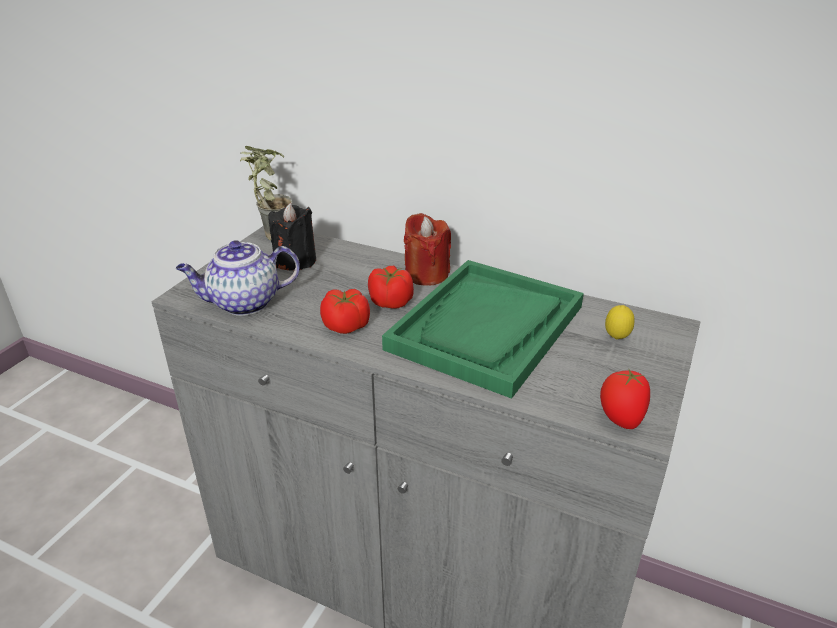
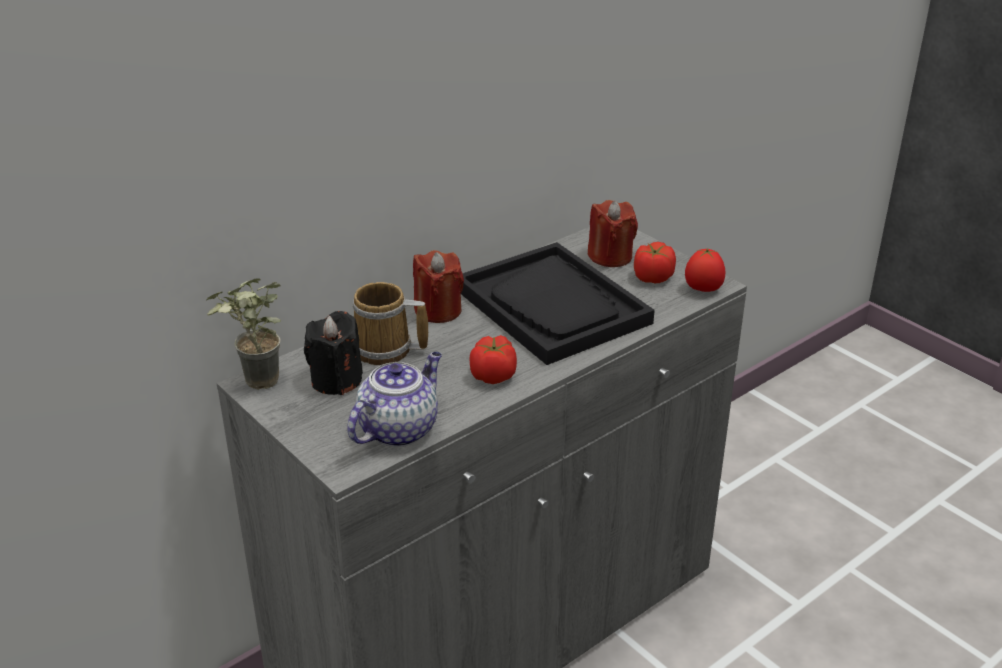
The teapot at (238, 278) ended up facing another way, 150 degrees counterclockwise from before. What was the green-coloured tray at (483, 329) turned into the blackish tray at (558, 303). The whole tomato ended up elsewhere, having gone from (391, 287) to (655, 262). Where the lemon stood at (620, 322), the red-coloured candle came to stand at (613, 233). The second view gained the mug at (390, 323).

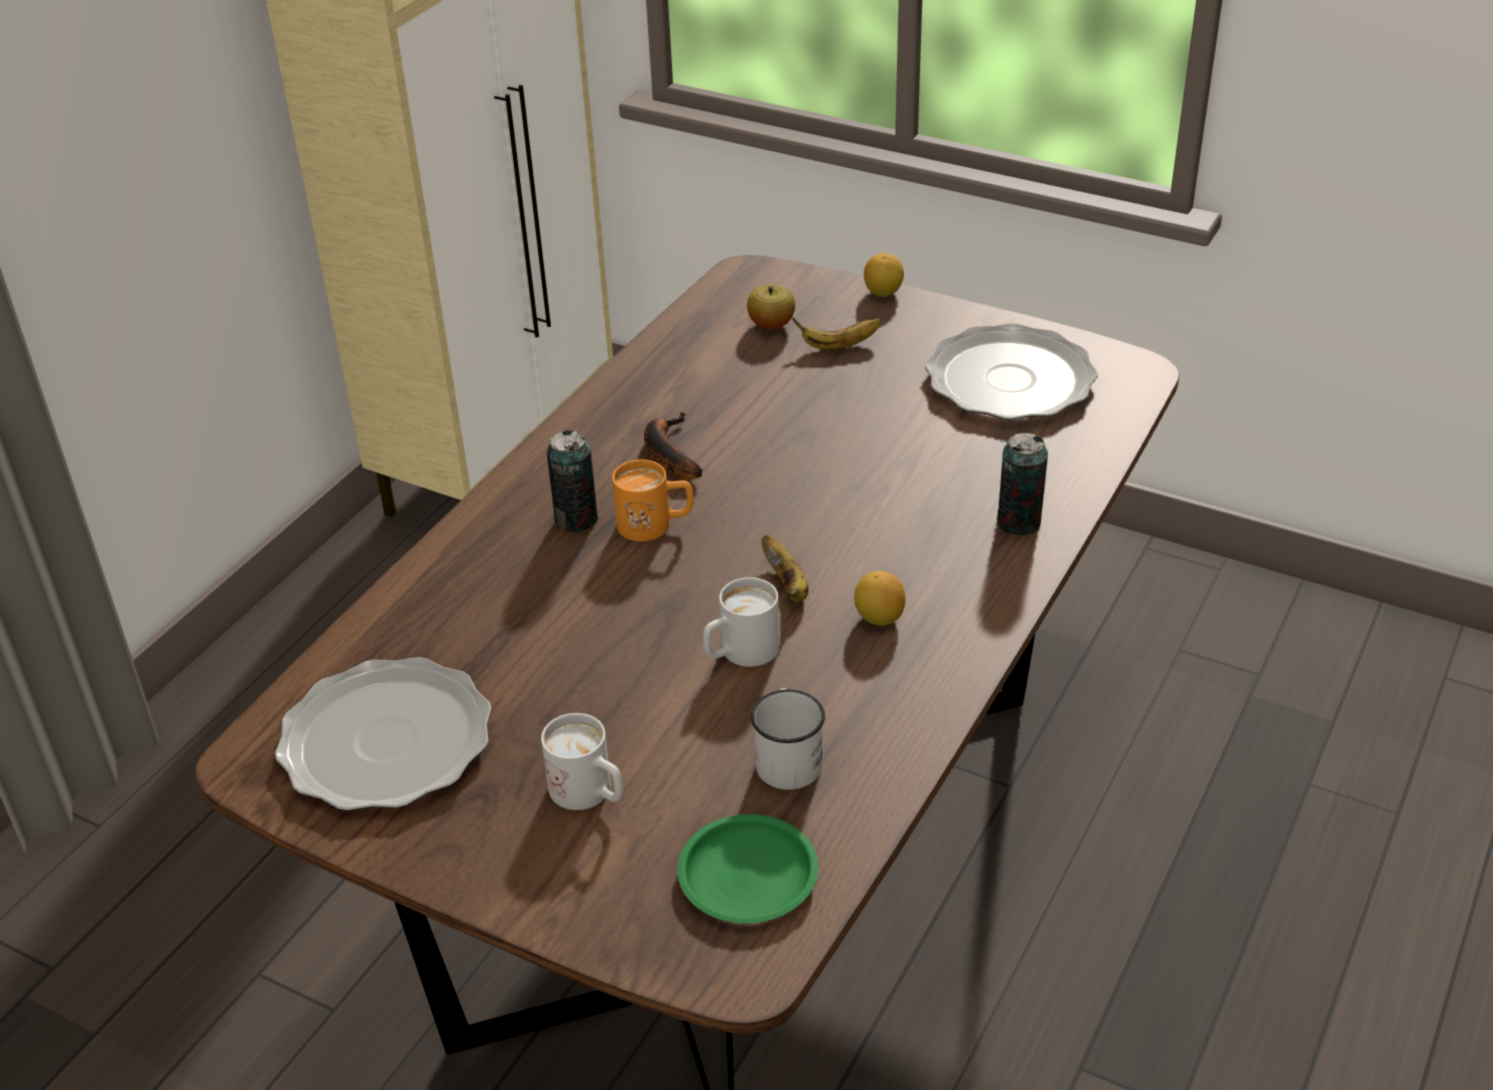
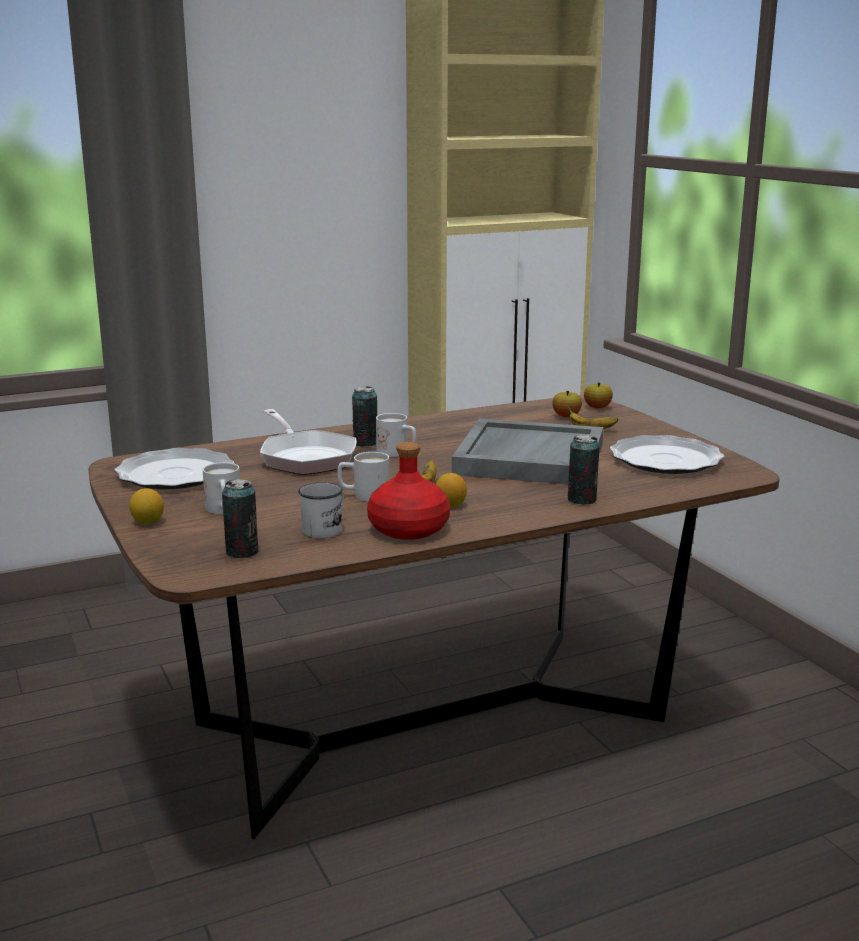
The lemon ended up elsewhere, having gone from (884, 275) to (146, 506). The second view lost the whole banana at (673, 446). What was the orange-coloured mug at (653, 500) turned into the white mug at (396, 435). Where the green-coloured flat dish stood at (748, 868), the can came to stand at (240, 518). The second view gained the apple fruit at (598, 396). The second view gained the skillet at (308, 442). The second view gained the greyish tray at (527, 452). The second view gained the red-coloured beverage bottle at (408, 491).

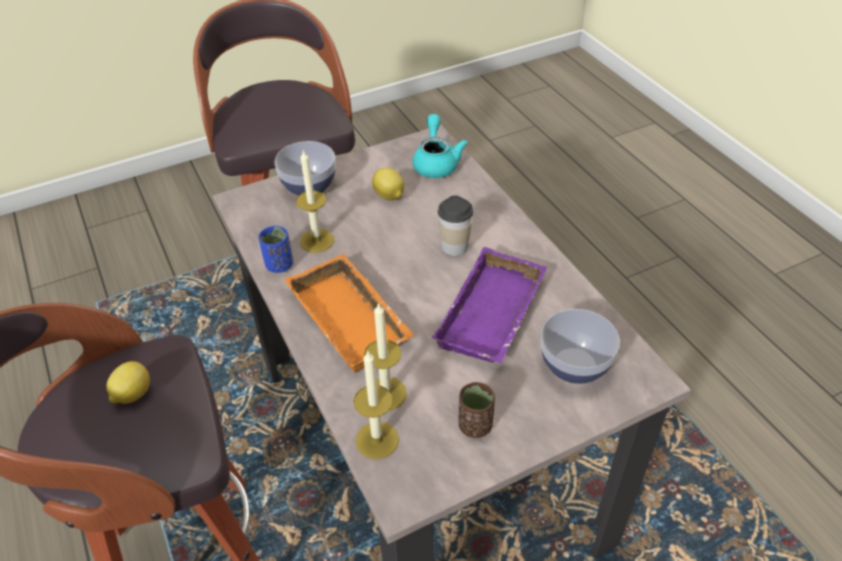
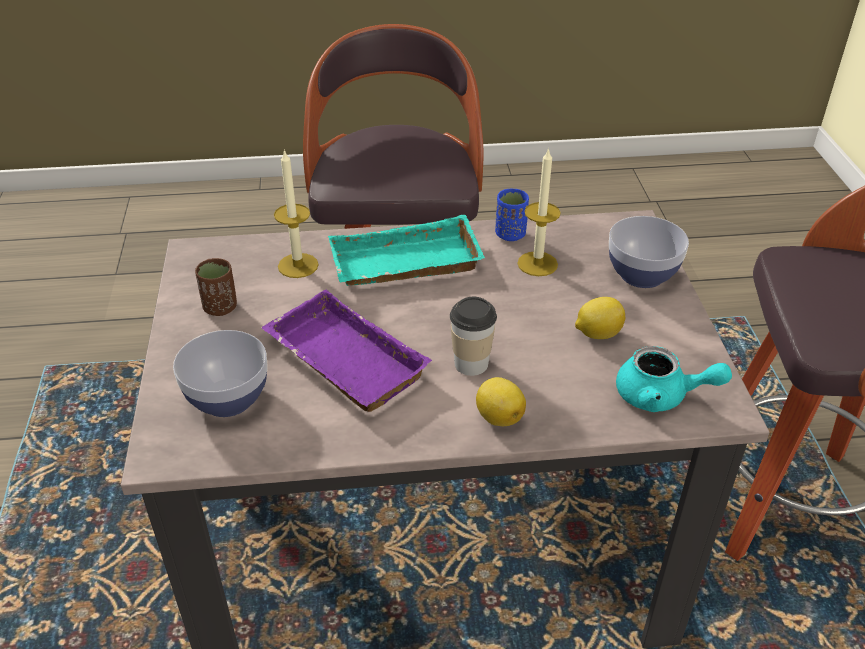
What was the orange-coloured tray at (349, 313) turned into the turquoise tray at (406, 250). The second view lost the candle at (376, 405). The lemon ended up elsewhere, having gone from (128, 382) to (501, 401).

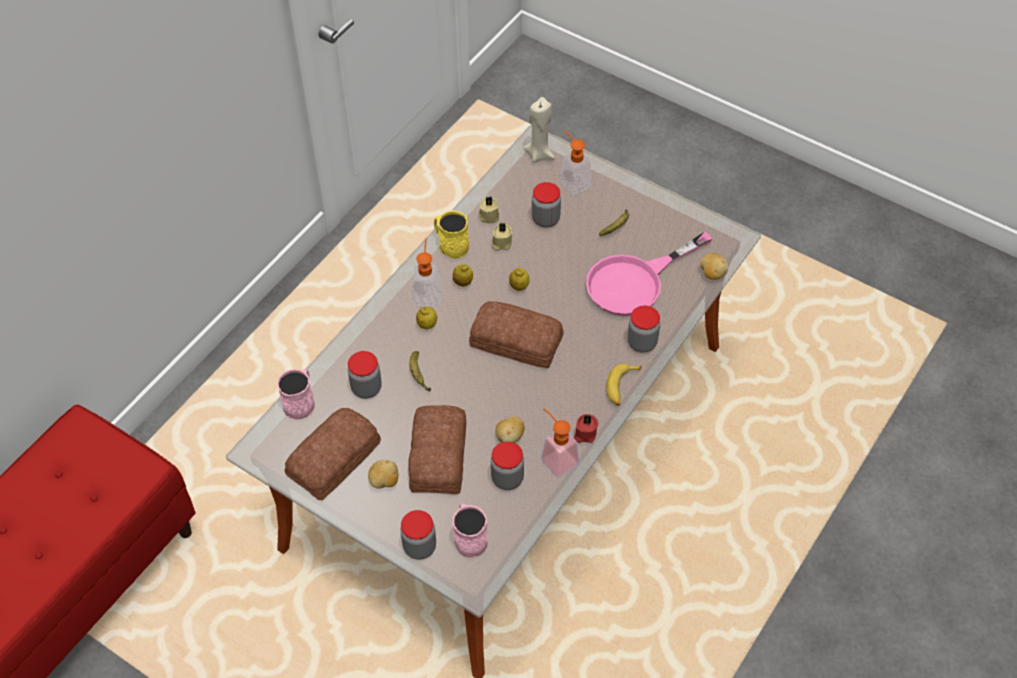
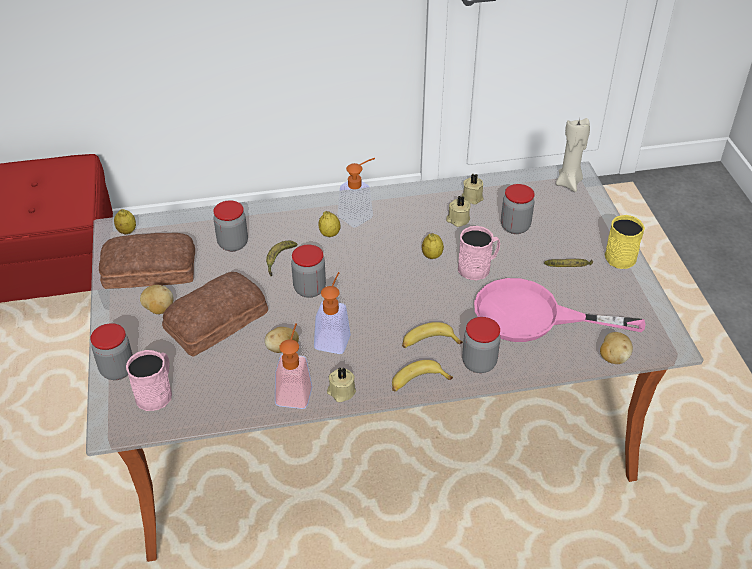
The soap dispenser ended up elsewhere, having gone from (576, 162) to (332, 313). The yellow-coloured mug ended up elsewhere, having gone from (451, 235) to (625, 242). The lemon ended up elsewhere, having gone from (463, 275) to (125, 221). The second view lost the baked bread at (516, 334). The pink-coloured mug ended up elsewhere, having gone from (295, 394) to (479, 253). What was the red-coloured candle at (586, 428) turned into the sand-coloured candle at (341, 384). The preserve jar ended up elsewhere, having gone from (507, 466) to (308, 271). The second view gained the whole banana at (432, 335).

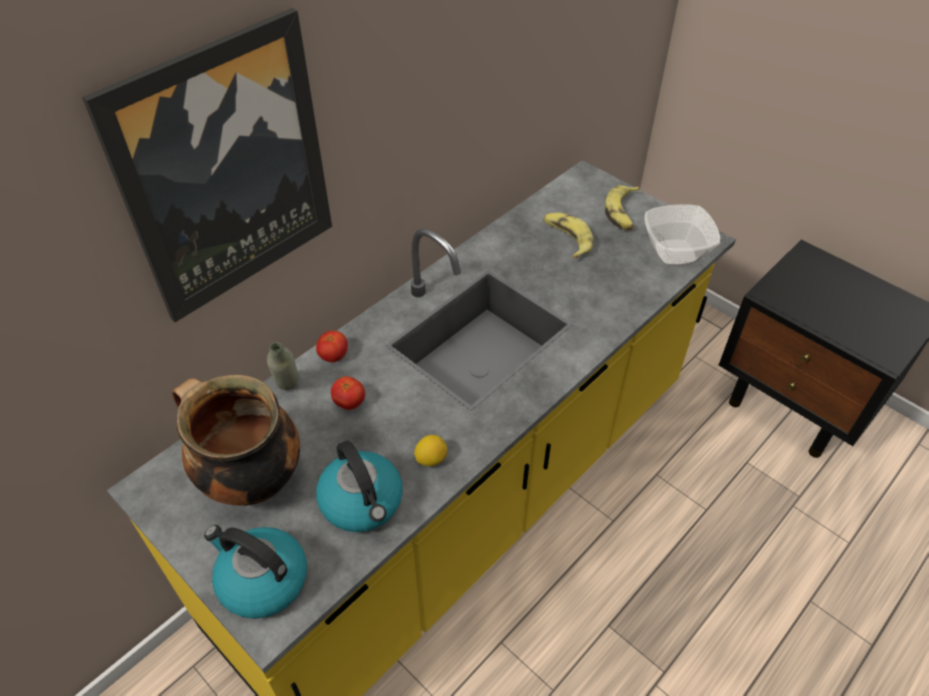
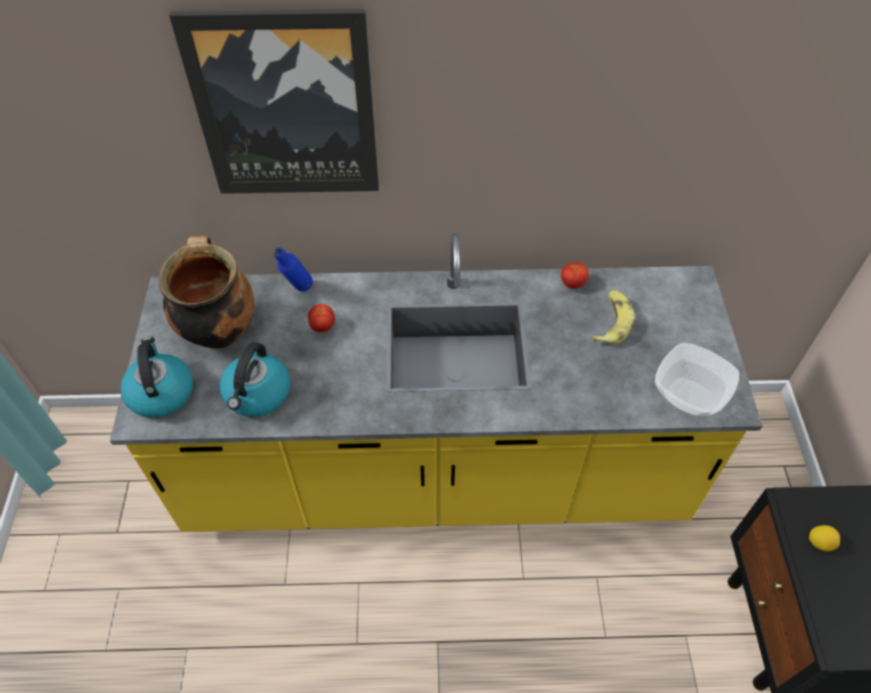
The second view lost the whole banana at (622, 207). The whole tomato ended up elsewhere, having gone from (332, 346) to (575, 275). What was the greyish beverage bottle at (283, 366) turned into the blue beverage bottle at (293, 269). The lemon ended up elsewhere, having gone from (430, 450) to (824, 538).

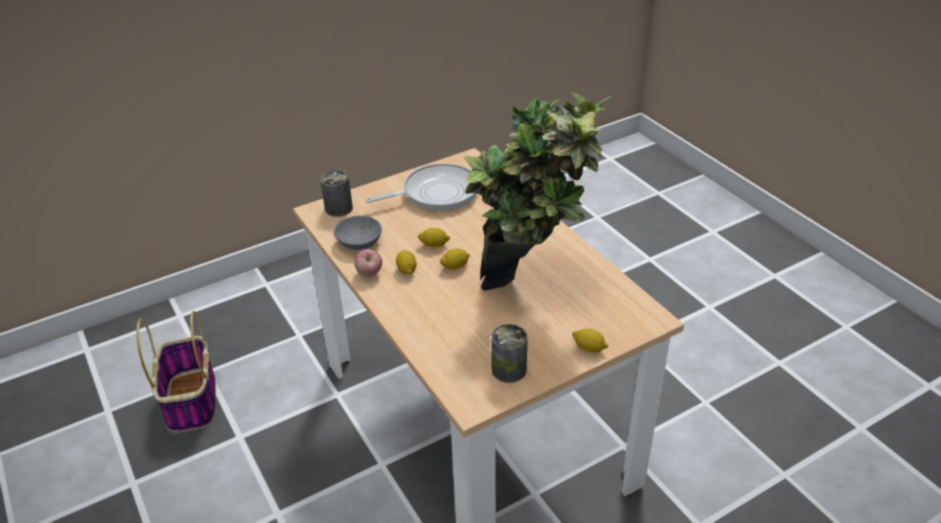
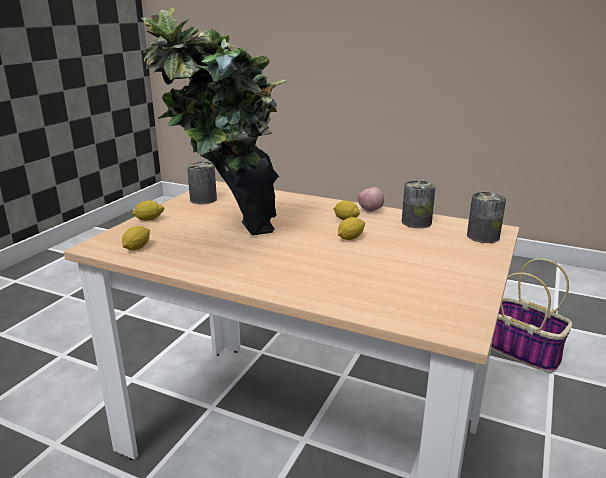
The second view lost the skillet at (420, 187). Where the greyish deep dish stood at (358, 232), the can came to stand at (419, 204). The lemon ended up elsewhere, having gone from (455, 258) to (136, 238).

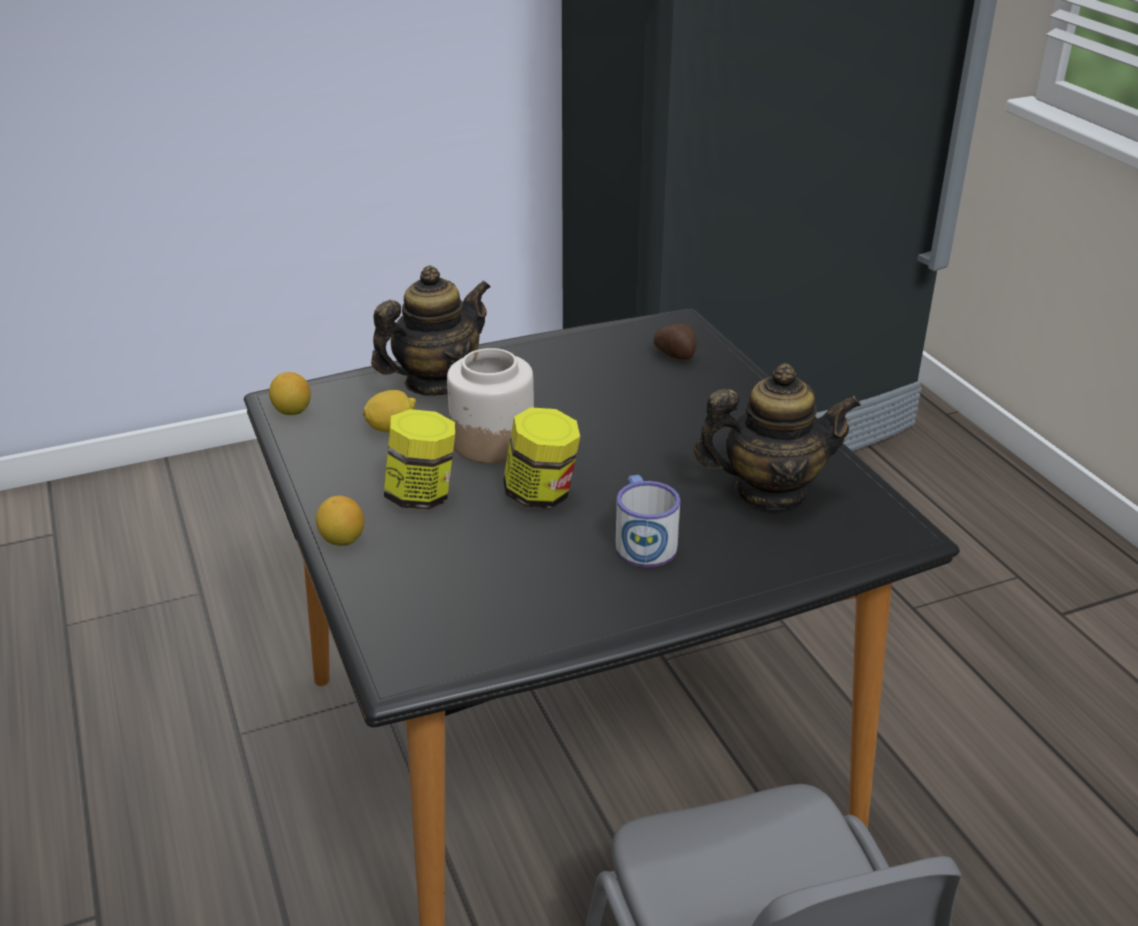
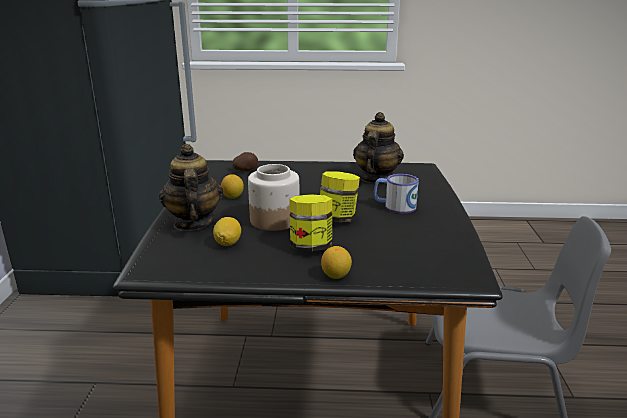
The lemon ended up elsewhere, having gone from (290, 393) to (232, 186).

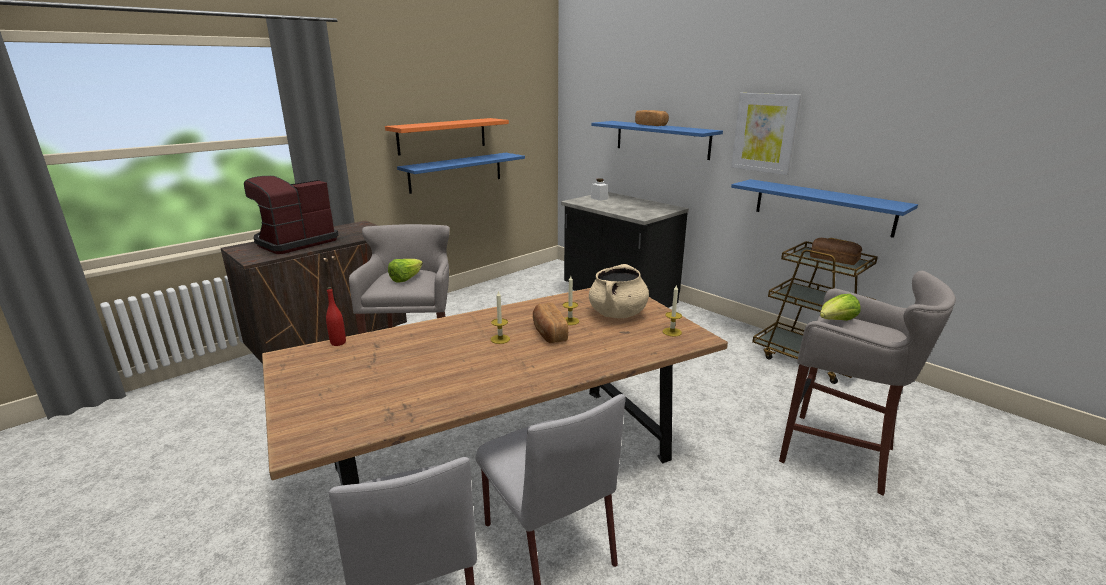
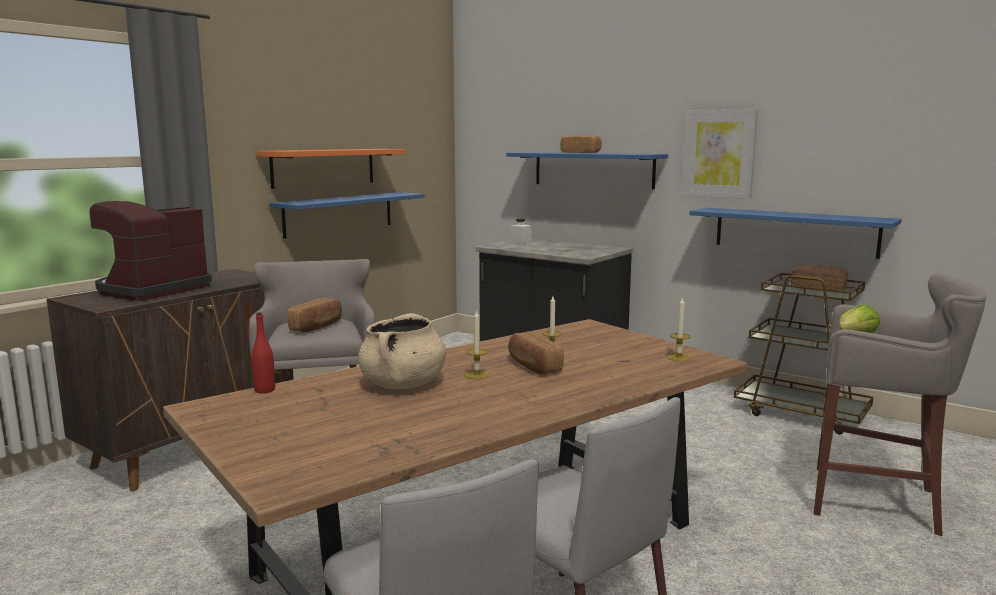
Where the head of lettuce stood at (405, 271), the baked bread came to stand at (314, 315). The sand-coloured cooking pot ended up elsewhere, having gone from (619, 291) to (402, 351).

